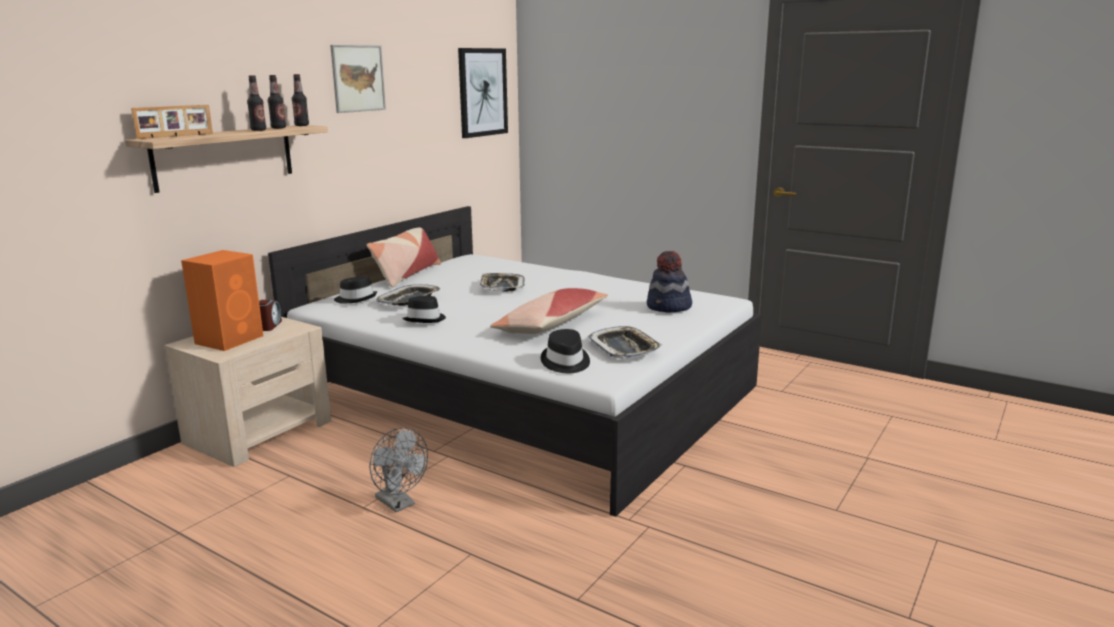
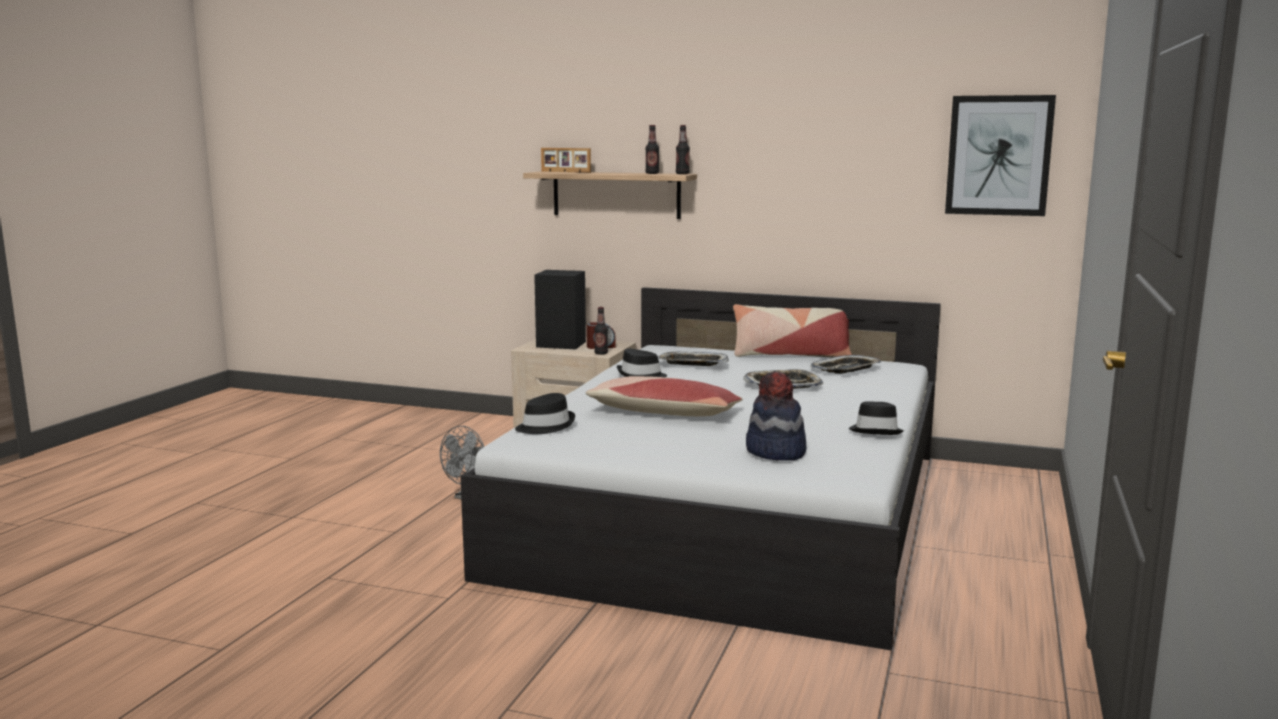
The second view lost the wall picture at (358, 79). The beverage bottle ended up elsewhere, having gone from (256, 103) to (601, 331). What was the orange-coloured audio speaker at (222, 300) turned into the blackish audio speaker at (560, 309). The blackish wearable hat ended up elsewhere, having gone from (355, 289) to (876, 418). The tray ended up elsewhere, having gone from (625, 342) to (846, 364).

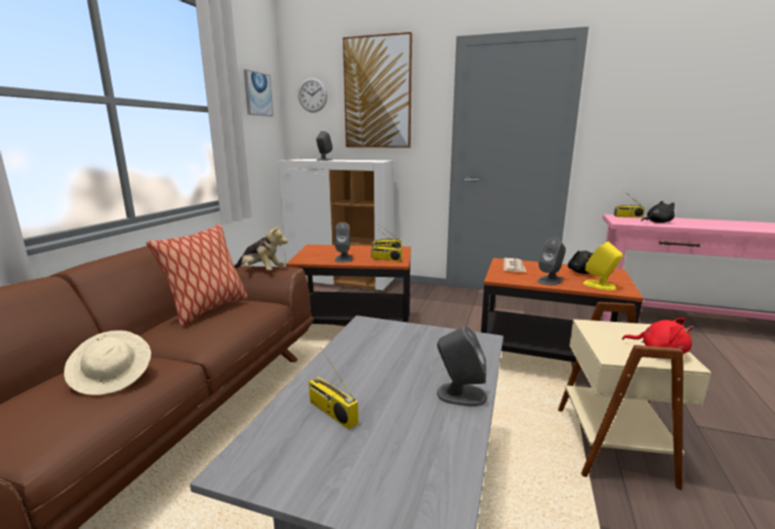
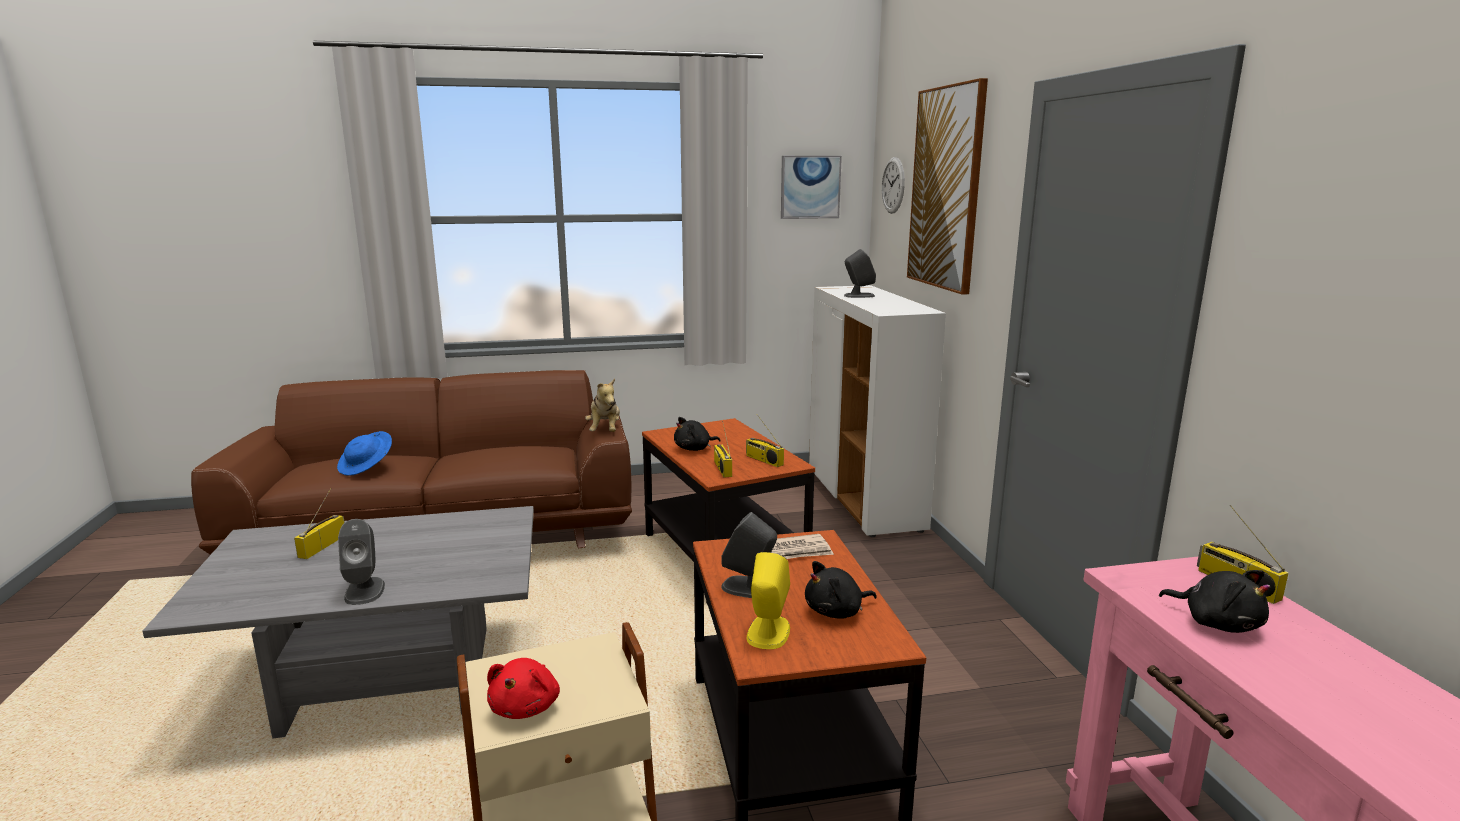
Where the greyish audio speaker stood at (344, 242), the blackish plush toy came to stand at (697, 434). The second view lost the pillow at (197, 275). What was the sand-coloured wearable hat at (107, 362) turned into the blue wearable hat at (364, 453).

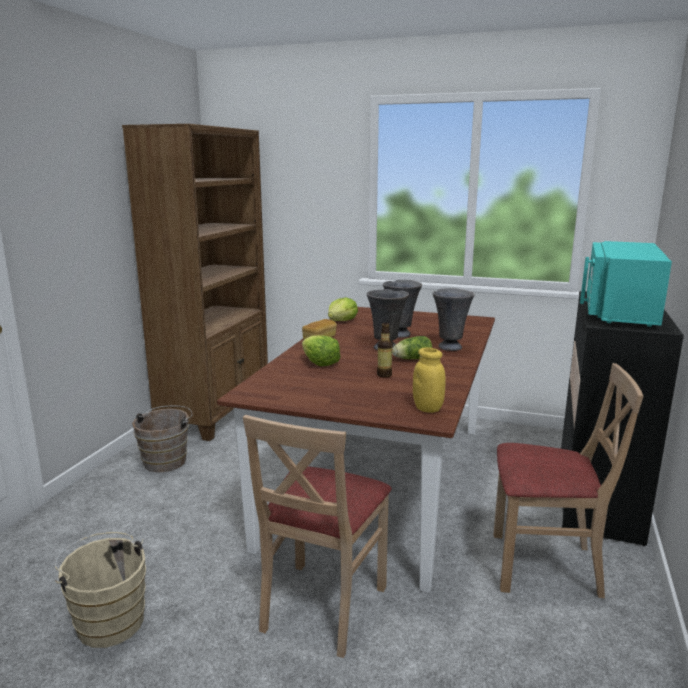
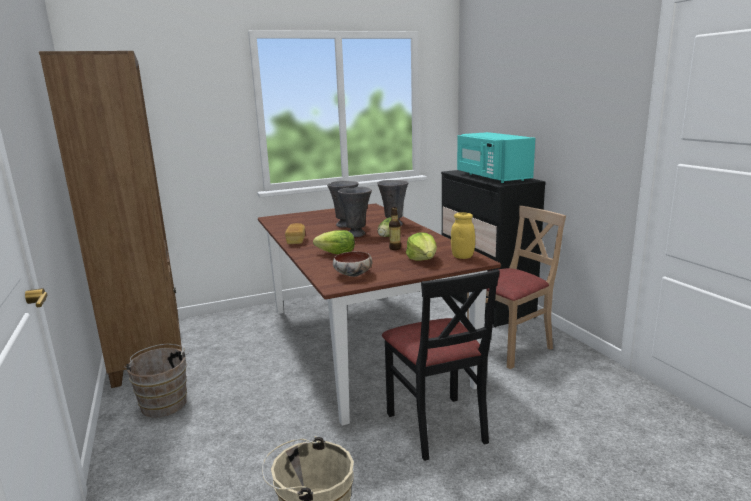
The head of lettuce ended up elsewhere, having gone from (343, 309) to (421, 246). What was the sand-coloured upright chair at (317, 536) turned into the blackish upright chair at (441, 365). The second view gained the deep dish at (353, 264).

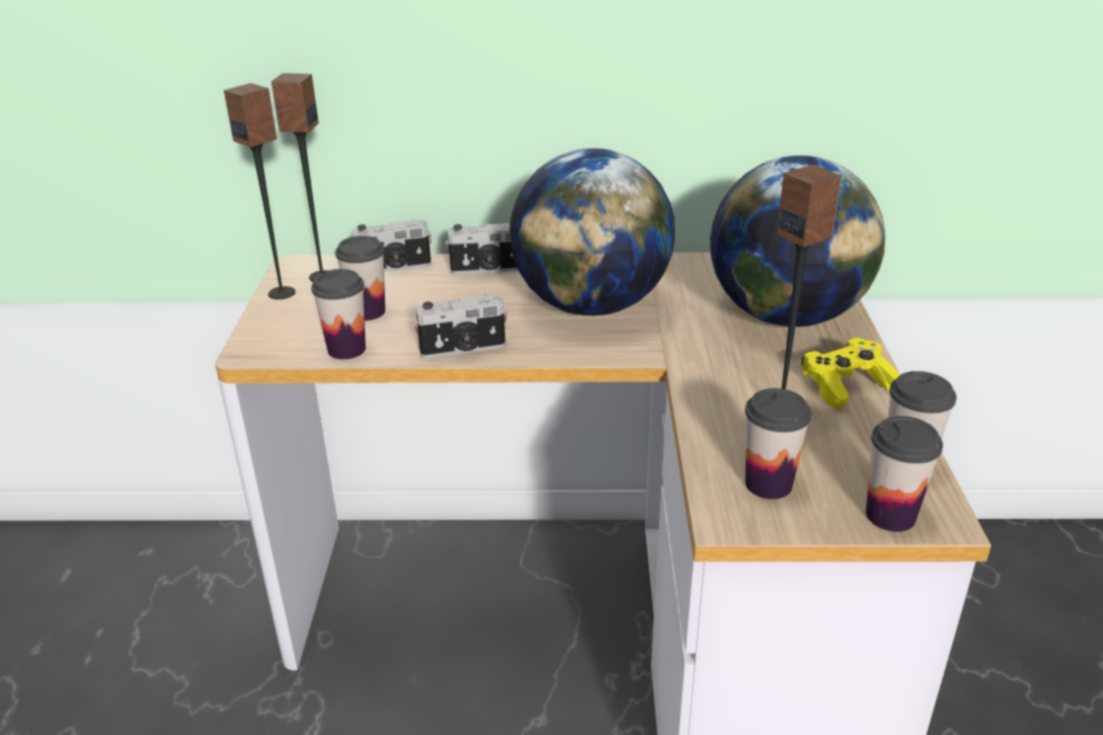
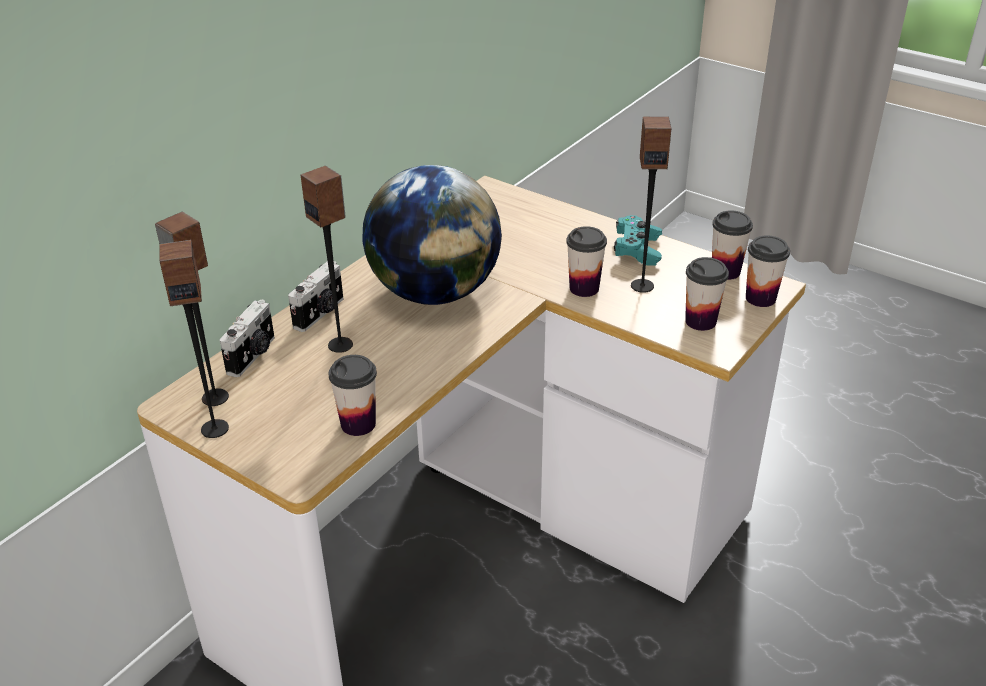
The second view lost the world globe at (797, 241). The drinking cup ended up elsewhere, having gone from (360, 278) to (586, 261). The second view lost the photo camera at (460, 326). What was the yellow-coloured joypad at (850, 374) turned into the turquoise joypad at (638, 240). The second view gained the audio speaker at (327, 259).

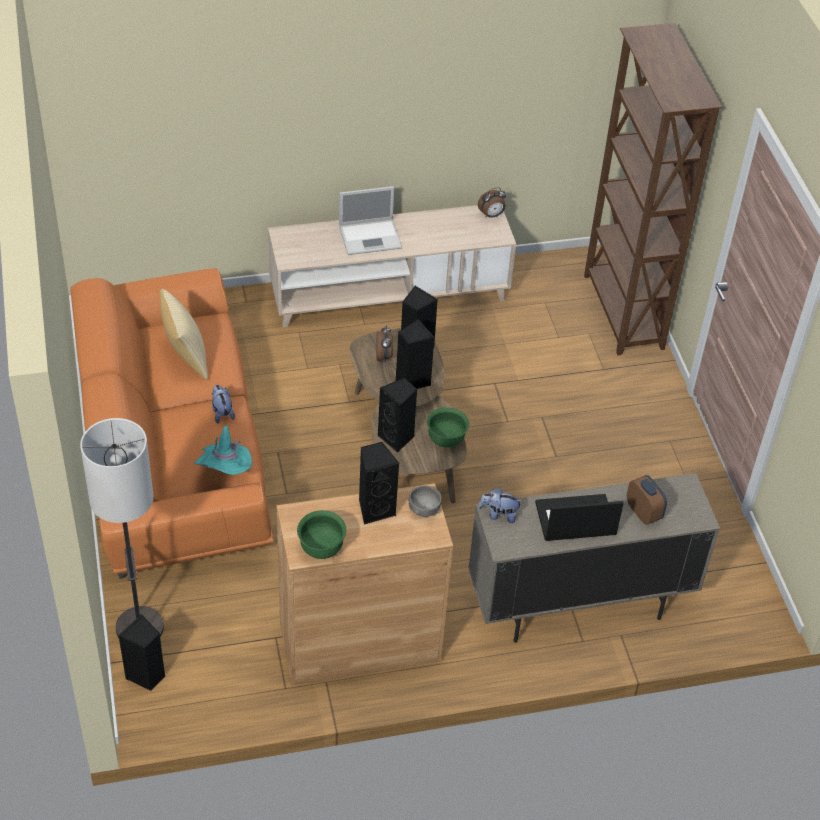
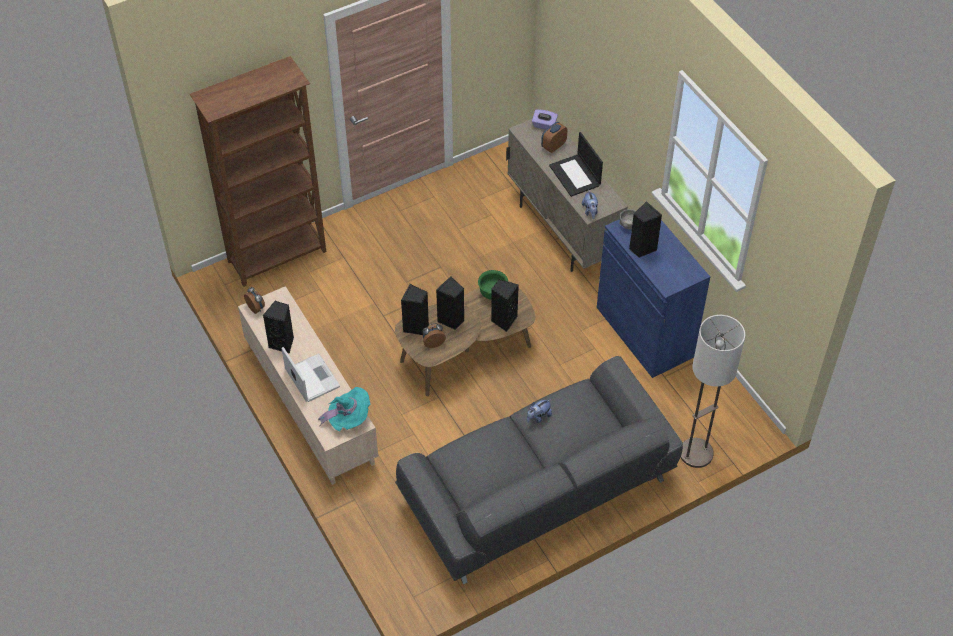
What was the orange-coloured couch at (172, 423) turned into the greyish couch at (539, 470). The second view lost the pillow at (184, 334). The turquoise wearable hat ended up elsewhere, having gone from (223, 450) to (344, 409). What was the brownish storage cabinet at (364, 584) turned into the blue storage cabinet at (653, 299). The second view lost the green-coloured deep dish at (321, 534). The blackish audio speaker ended up elsewhere, having gone from (142, 652) to (278, 327). The second view gained the purplish box of tissues at (545, 119).

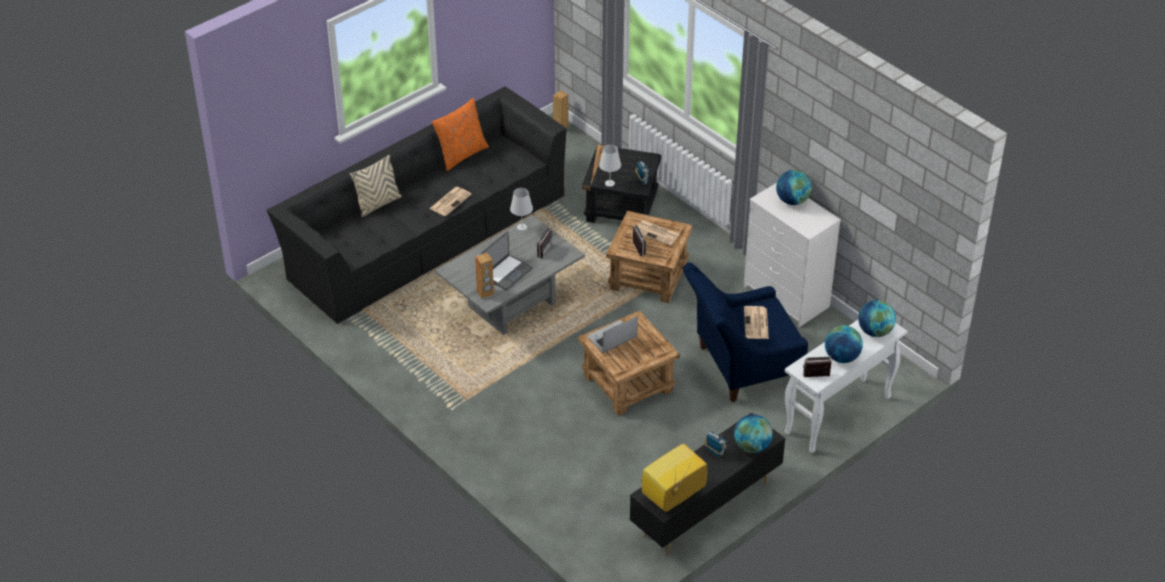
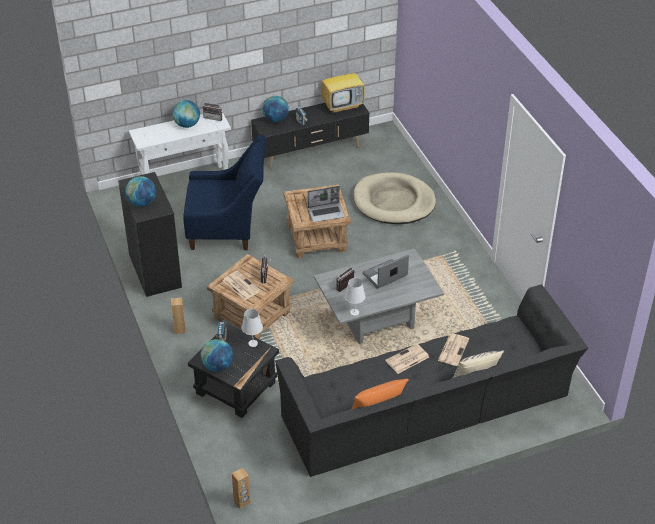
What was the white dresser at (792, 255) turned into the blackish dresser at (150, 234). The brownish audio speaker ended up elsewhere, having gone from (484, 276) to (178, 316). The world globe ended up elsewhere, having gone from (877, 318) to (216, 355). The printed paper ended up elsewhere, having gone from (756, 322) to (453, 349). The second view gained the sand-coloured dog bed at (395, 198).

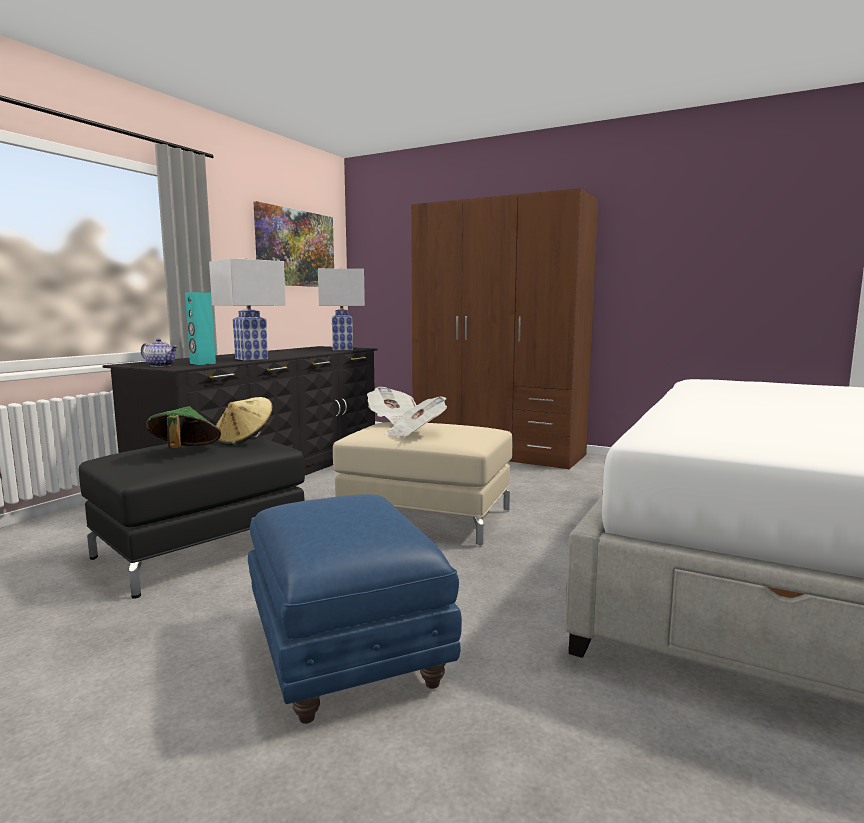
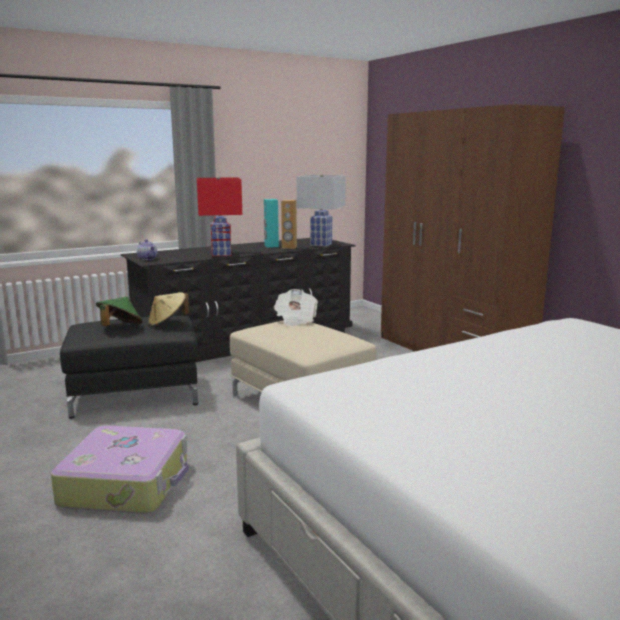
The second view lost the wall picture at (293, 244). What was the white lamp for a table at (247, 309) turned into the red-coloured lamp for a table at (219, 216). The turquoise audio speaker ended up elsewhere, having gone from (200, 328) to (271, 223). The second view lost the printed paper at (415, 416). Where the blue pouffe stood at (355, 609), the piece of luggage came to stand at (120, 469). The second view gained the brownish audio speaker at (289, 224).

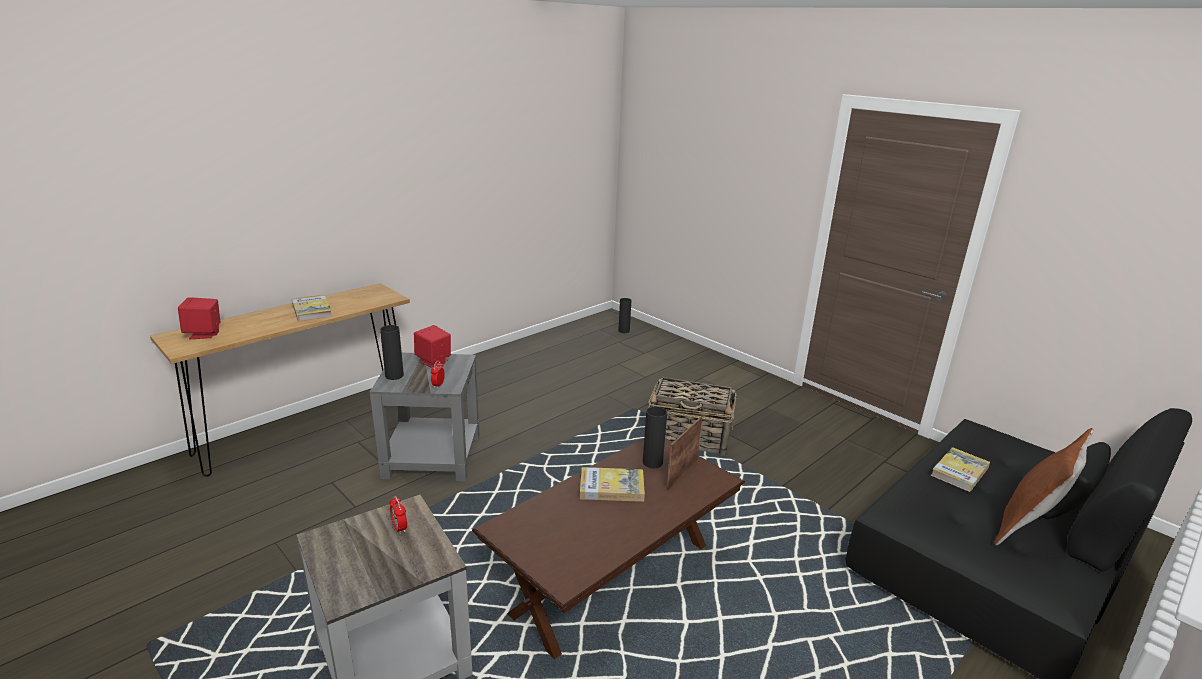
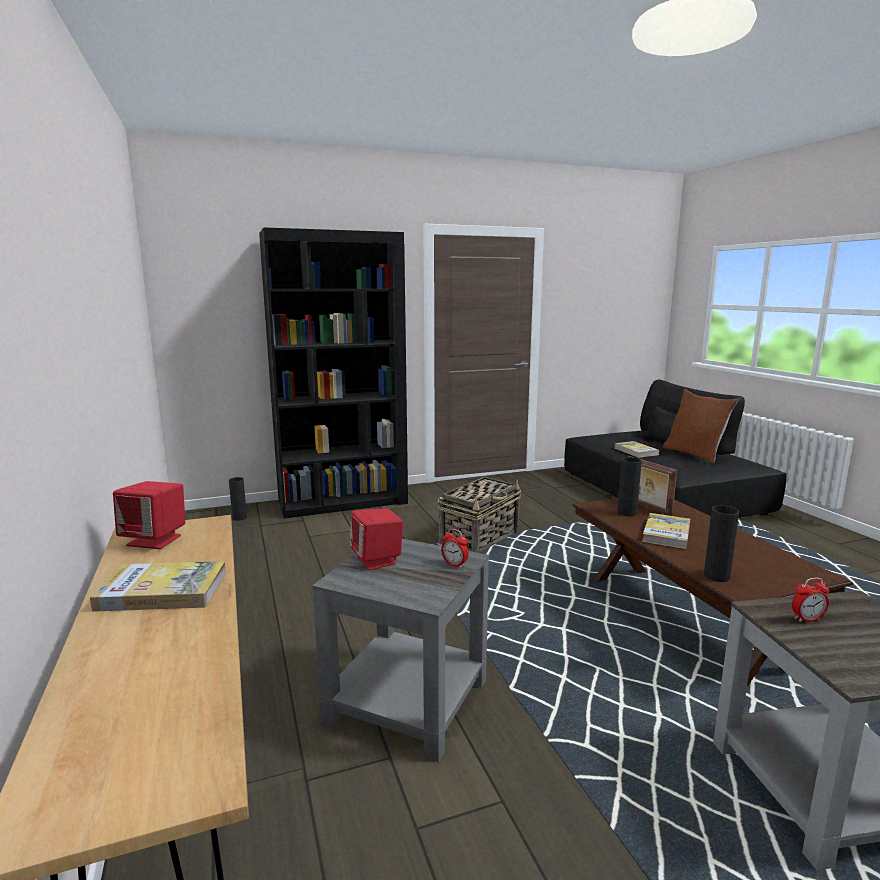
The red-coloured audio speaker ended up elsewhere, having gone from (199, 318) to (149, 515). The blackish vase ended up elsewhere, having gone from (392, 352) to (721, 543). The second view gained the blackish bookshelf at (333, 372).

